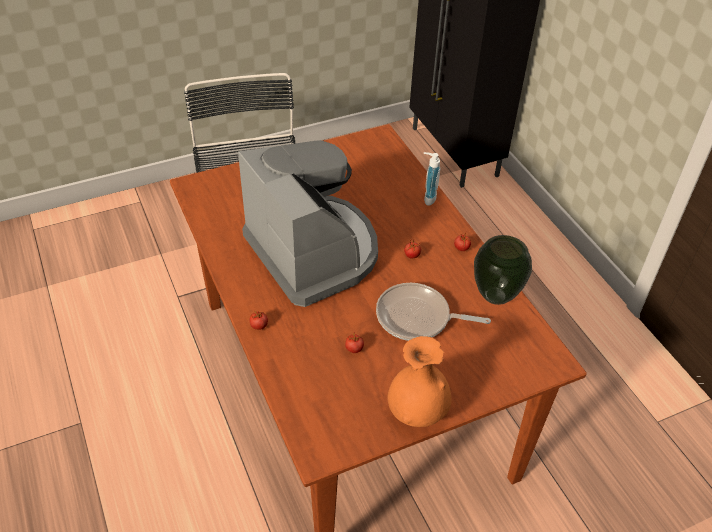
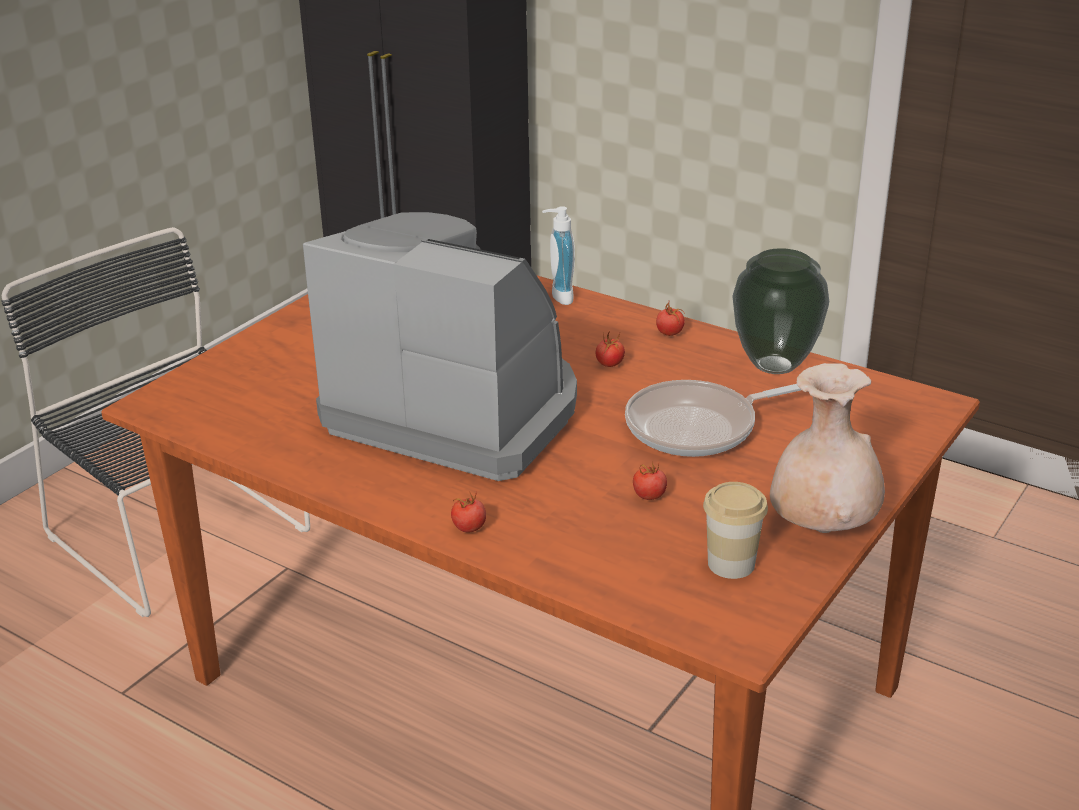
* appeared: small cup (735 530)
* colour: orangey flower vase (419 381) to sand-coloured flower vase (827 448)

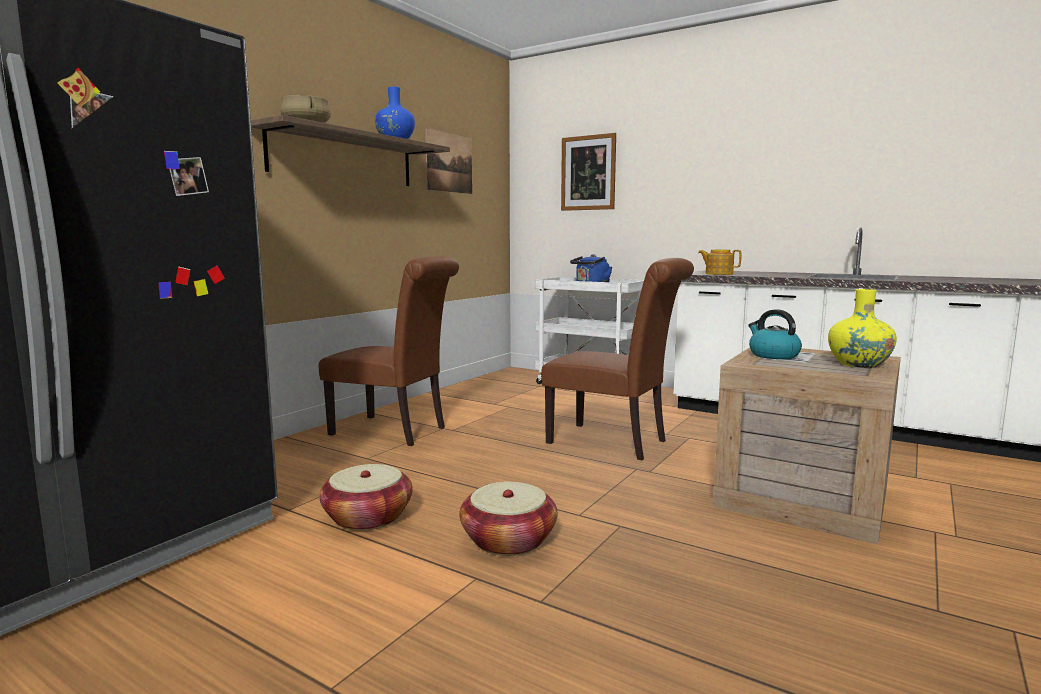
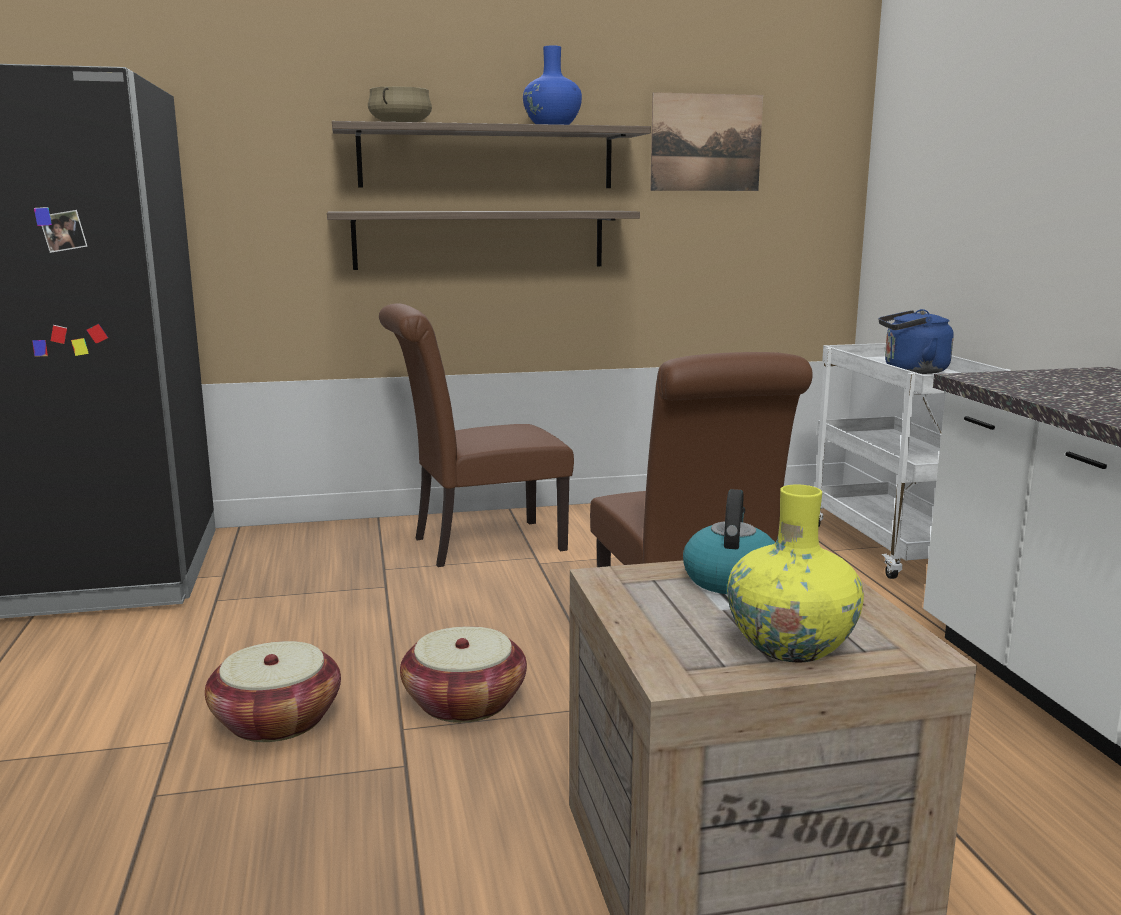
* appeared: wall shelf (483 240)
* spun: brown plain chair (389 351) = (476 435) 90 degrees clockwise
* relocated: household basket (366 497) to (463 674)
* missing: wall picture (588 172)
* missing: teapot (719 262)

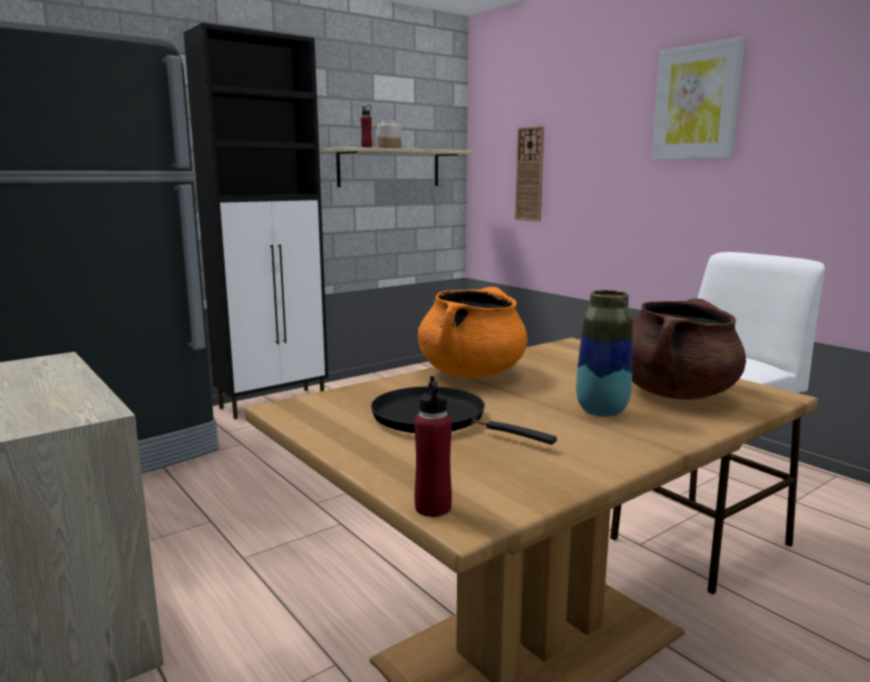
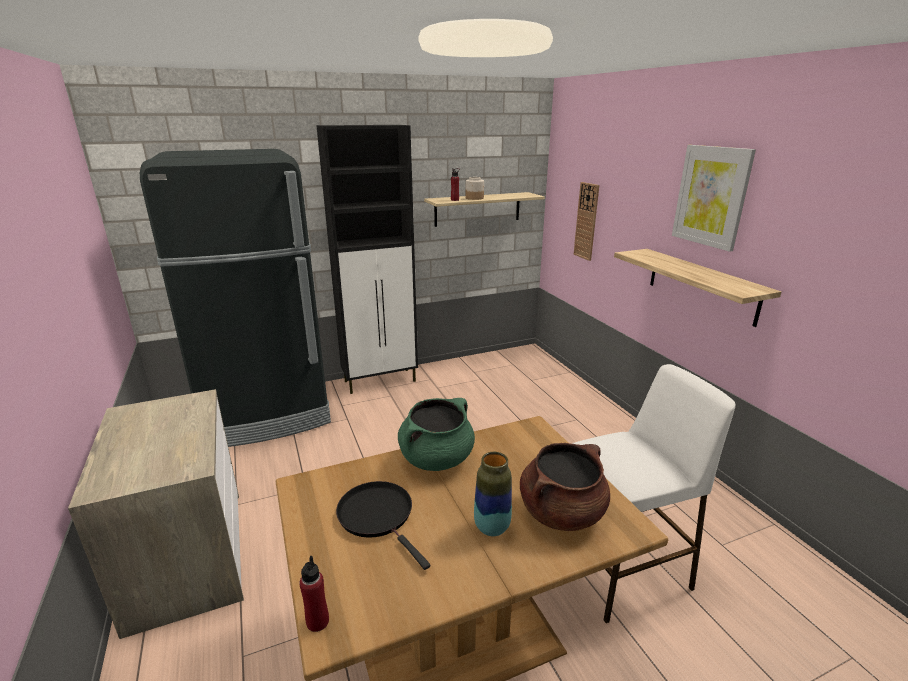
* colour: orangey saucepot (472 332) to greenish saucepot (436 434)
* appeared: wall shelf (697 288)

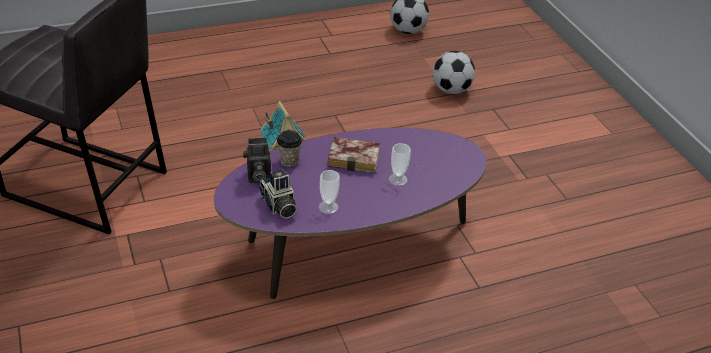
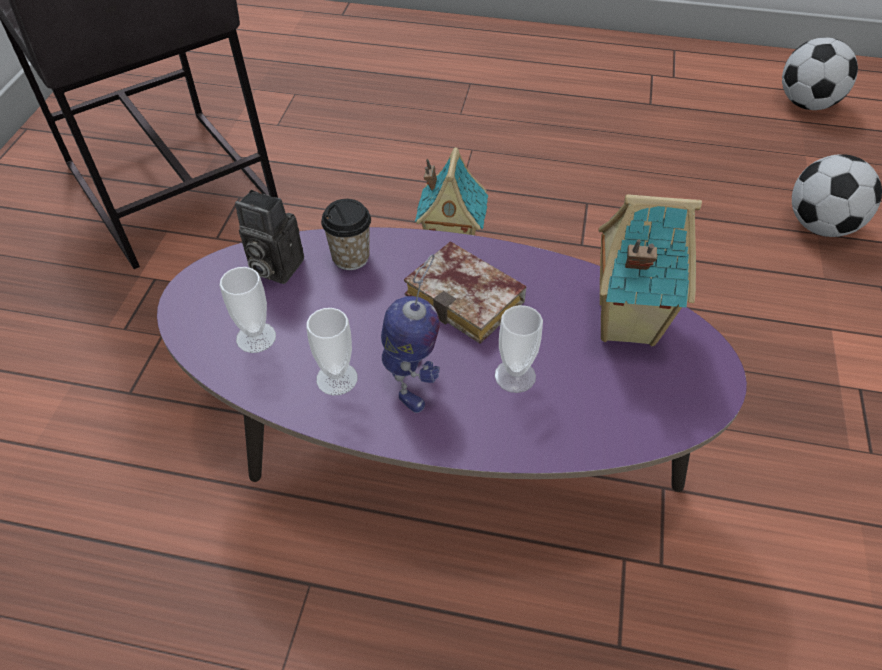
* exchanged: photo camera (278 194) to small cup (247 310)
* appeared: robot figure (410 333)
* appeared: model house (650 270)

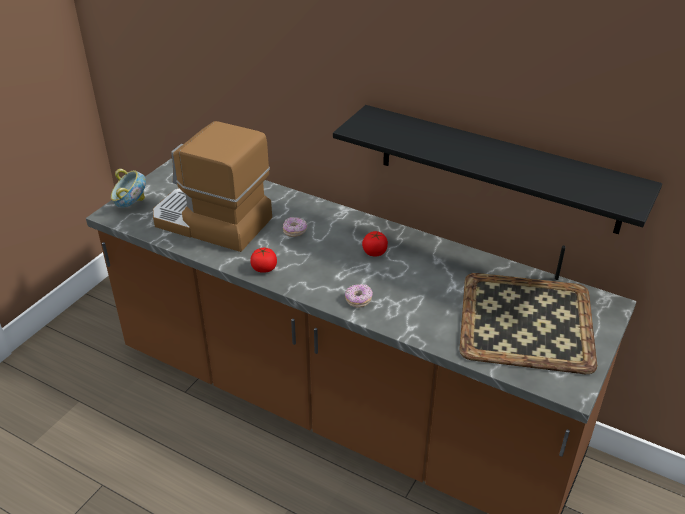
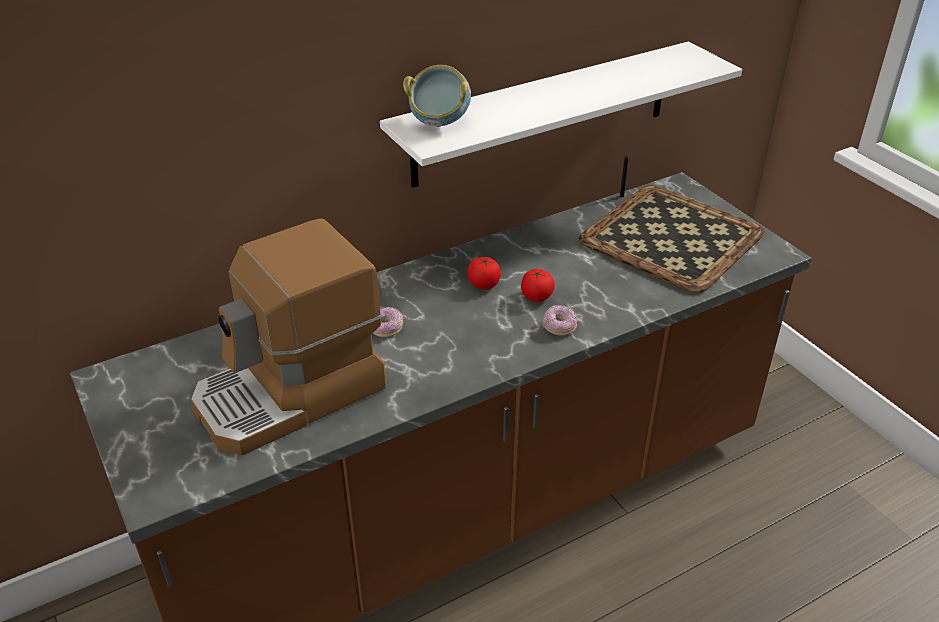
* colour: black wall shelf (497 169) to white-coloured wall shelf (561 115)
* relocated: serving bowl (128 188) to (437 96)
* relocated: fresh tomato (263 260) to (538 285)

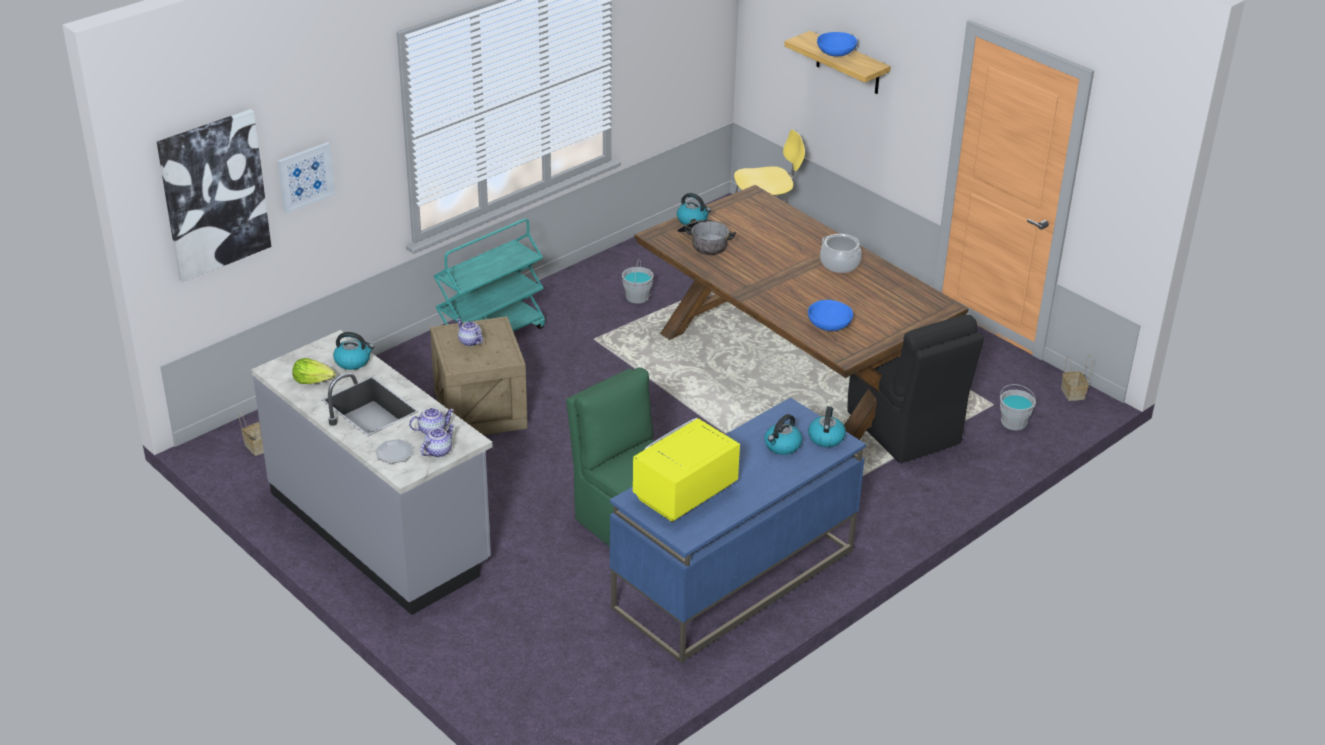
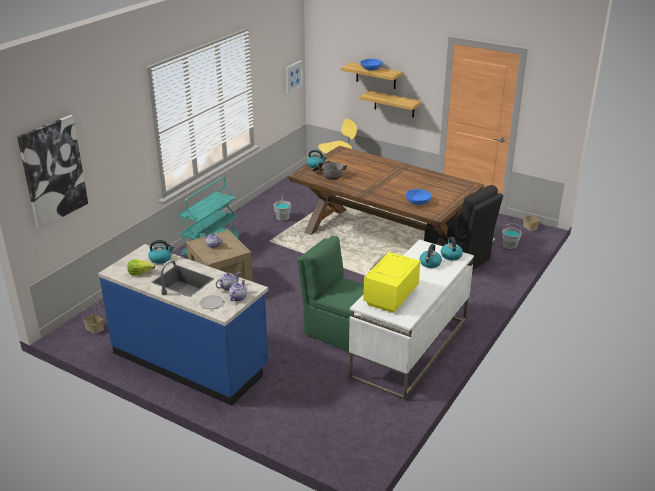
* colour: grey counter (372 472) to blue-coloured counter (183 325)
* relocated: wall picture (306 178) to (294 77)
* colour: blue-coloured desk unit (738 530) to white-coloured desk unit (411 320)
* appeared: wall shelf (390 104)
* missing: saucepot (841 253)

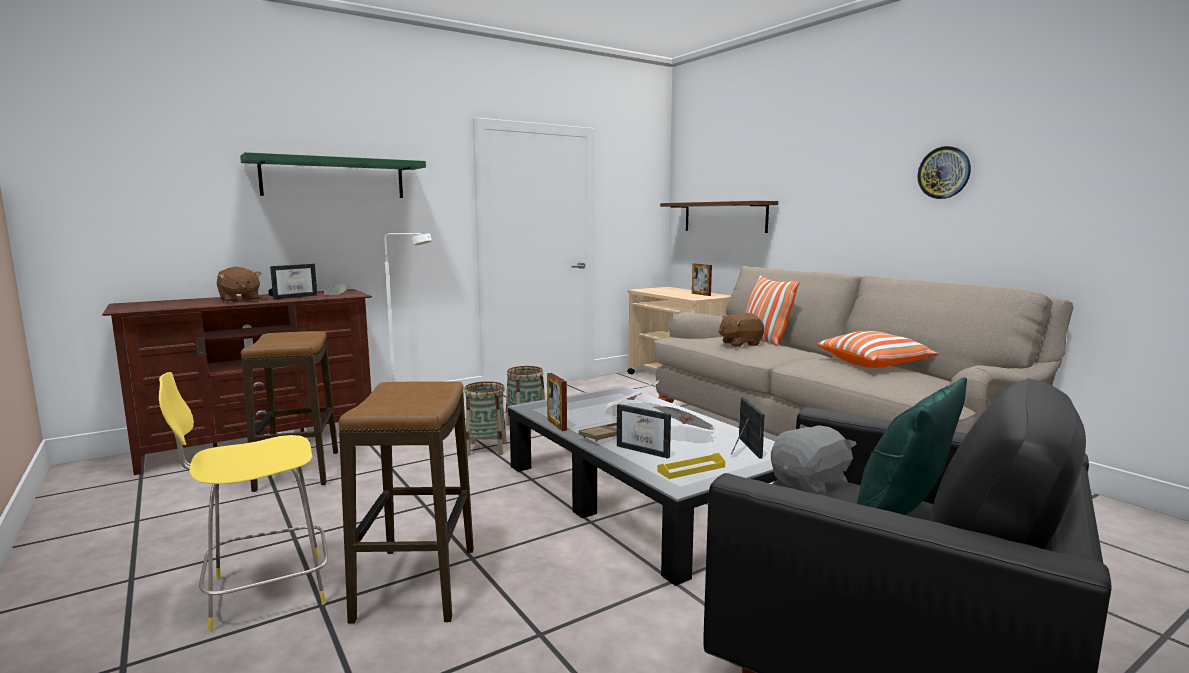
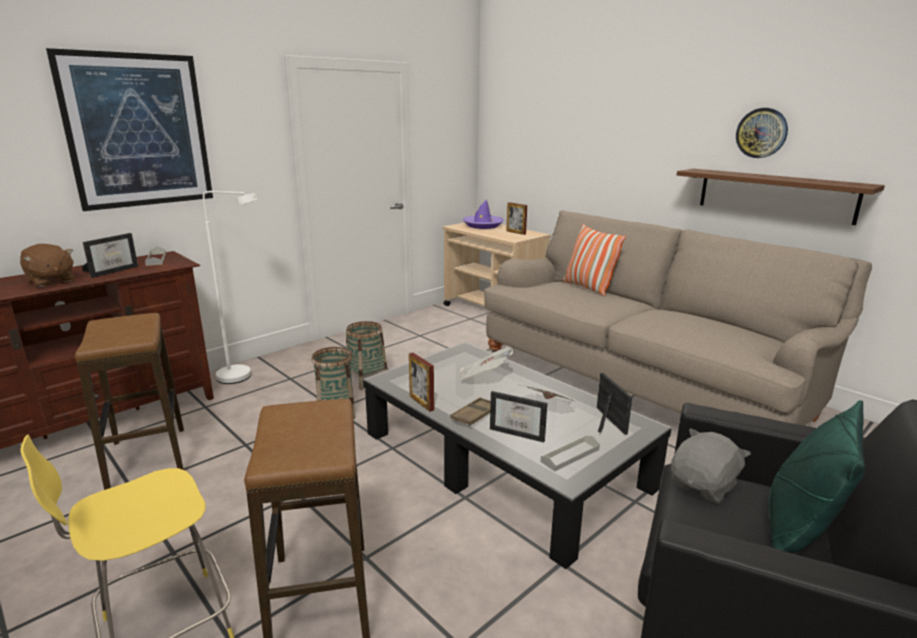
* exchanged: greenish wall shelf (333 175) to wall picture (129 129)
* appeared: purple hat (483 214)
* colour: yellow-coloured carrying tray (691 466) to grey carrying tray (570 453)
* relocated: brown wall shelf (719 217) to (781 197)
* missing: brown soft toy (741 330)
* missing: pillow (878 349)

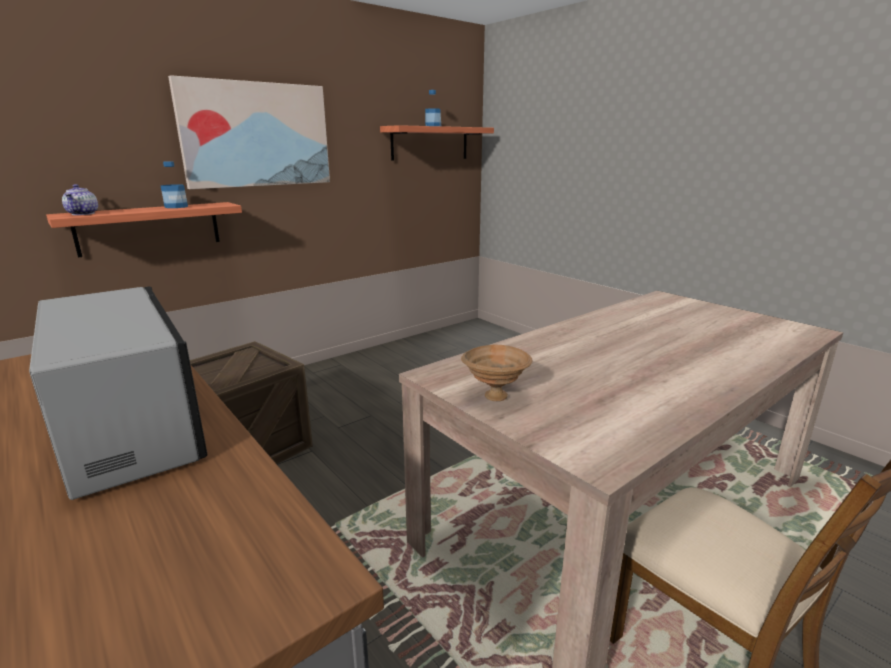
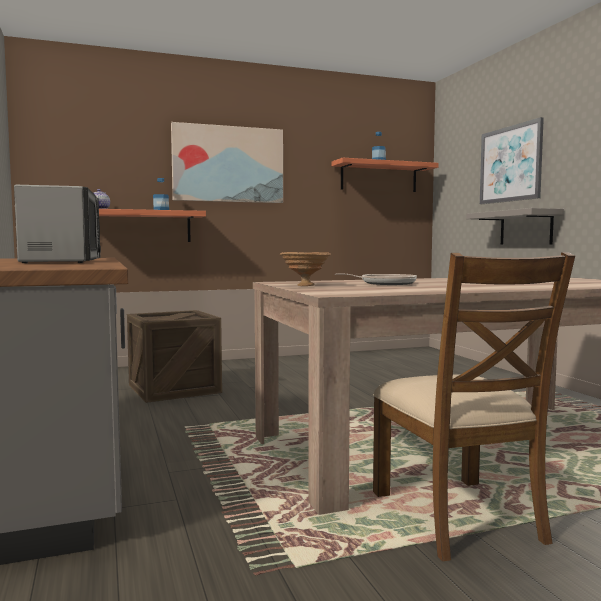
* appeared: pan (376 279)
* appeared: grey wall shelf (515 226)
* appeared: wall picture (512 160)

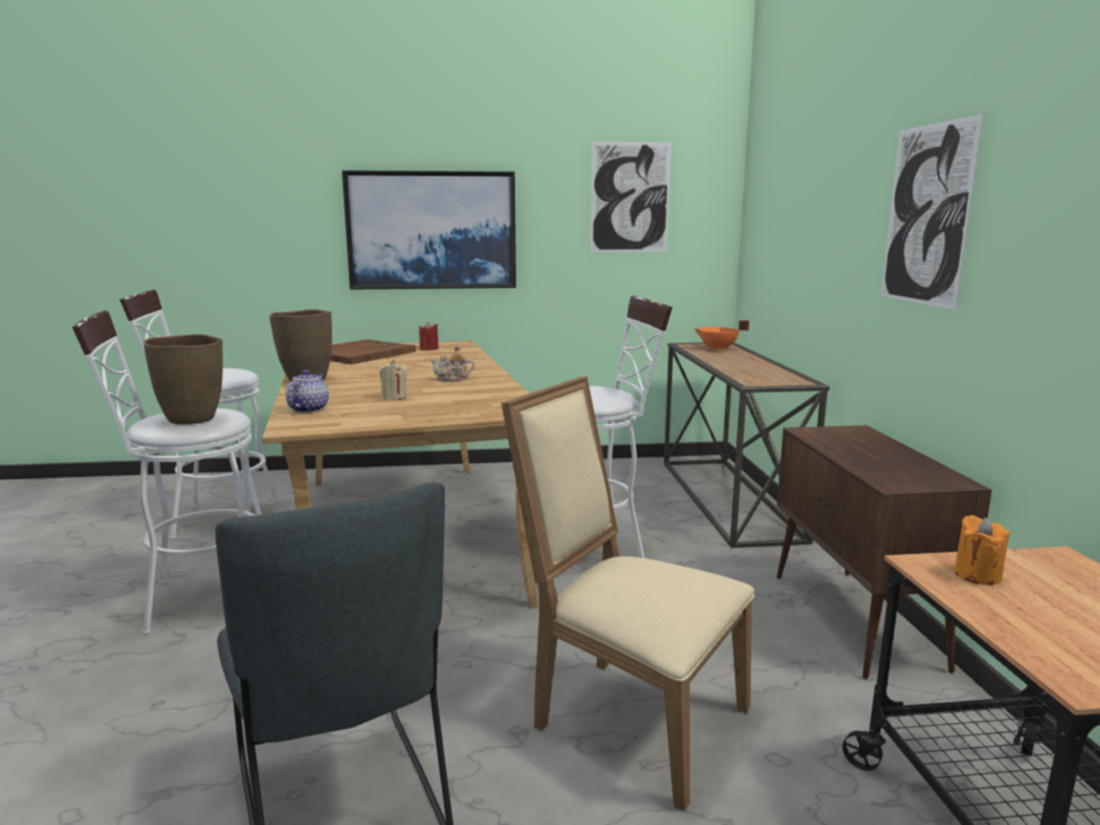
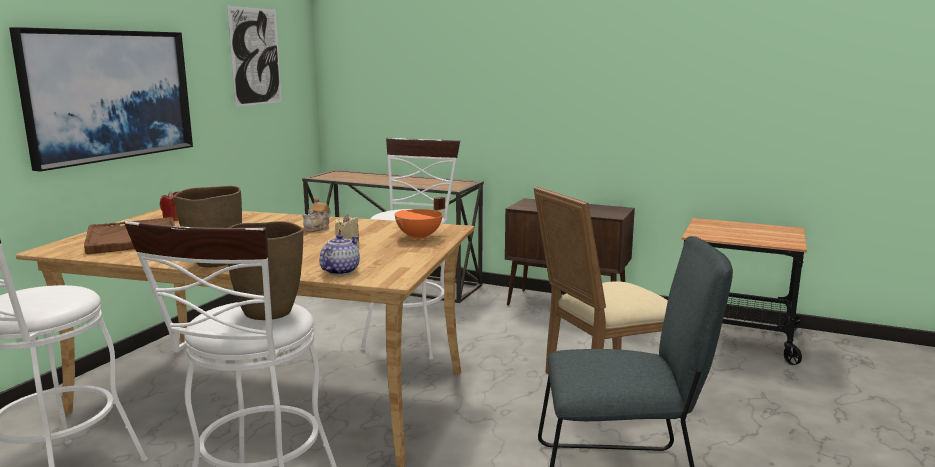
* spun: teapot (307 391) = (339 254) 75 degrees clockwise
* relocated: orangey saucepot (721 335) to (420 218)
* missing: wall picture (932 212)
* missing: orangey wax light (982 550)

